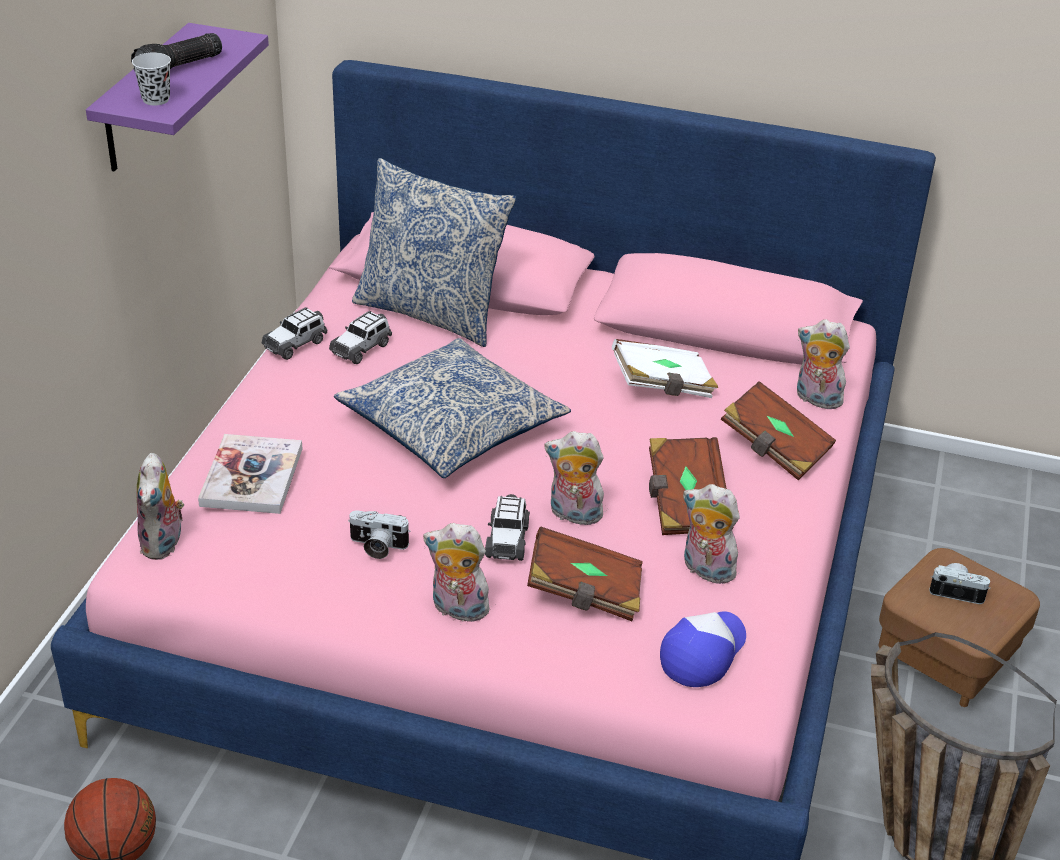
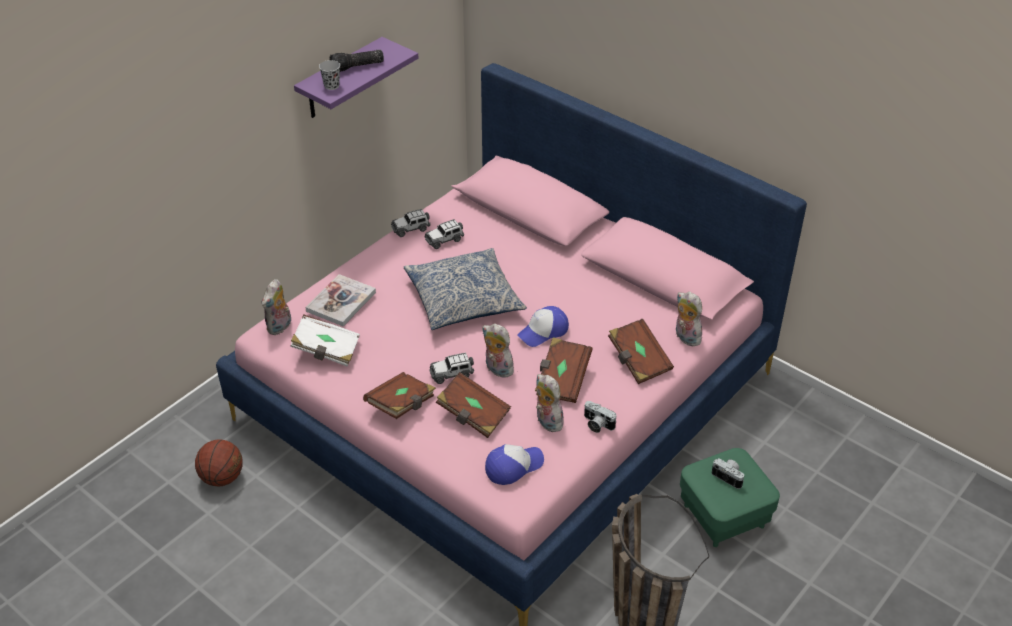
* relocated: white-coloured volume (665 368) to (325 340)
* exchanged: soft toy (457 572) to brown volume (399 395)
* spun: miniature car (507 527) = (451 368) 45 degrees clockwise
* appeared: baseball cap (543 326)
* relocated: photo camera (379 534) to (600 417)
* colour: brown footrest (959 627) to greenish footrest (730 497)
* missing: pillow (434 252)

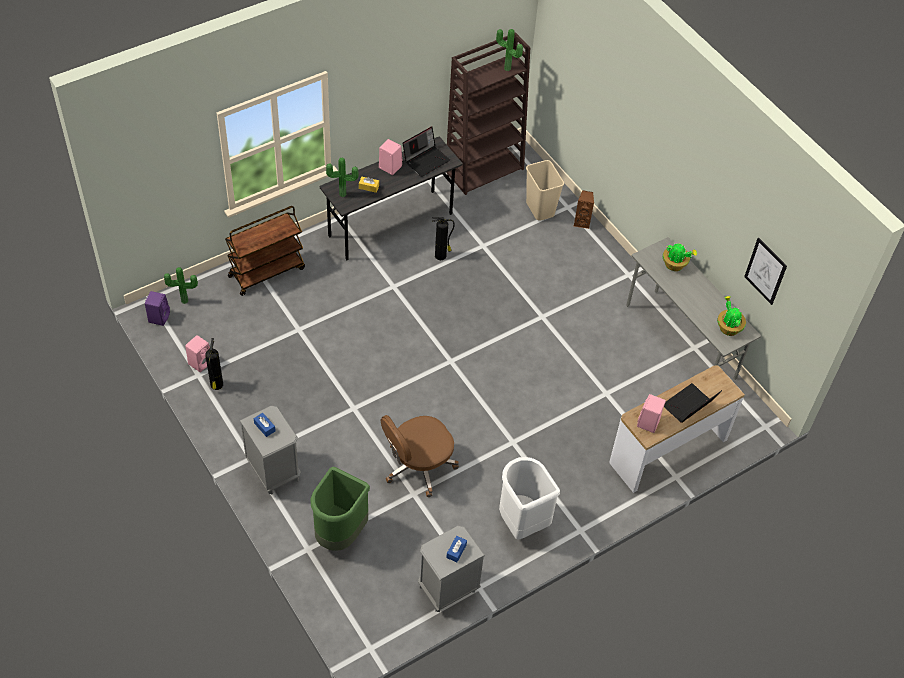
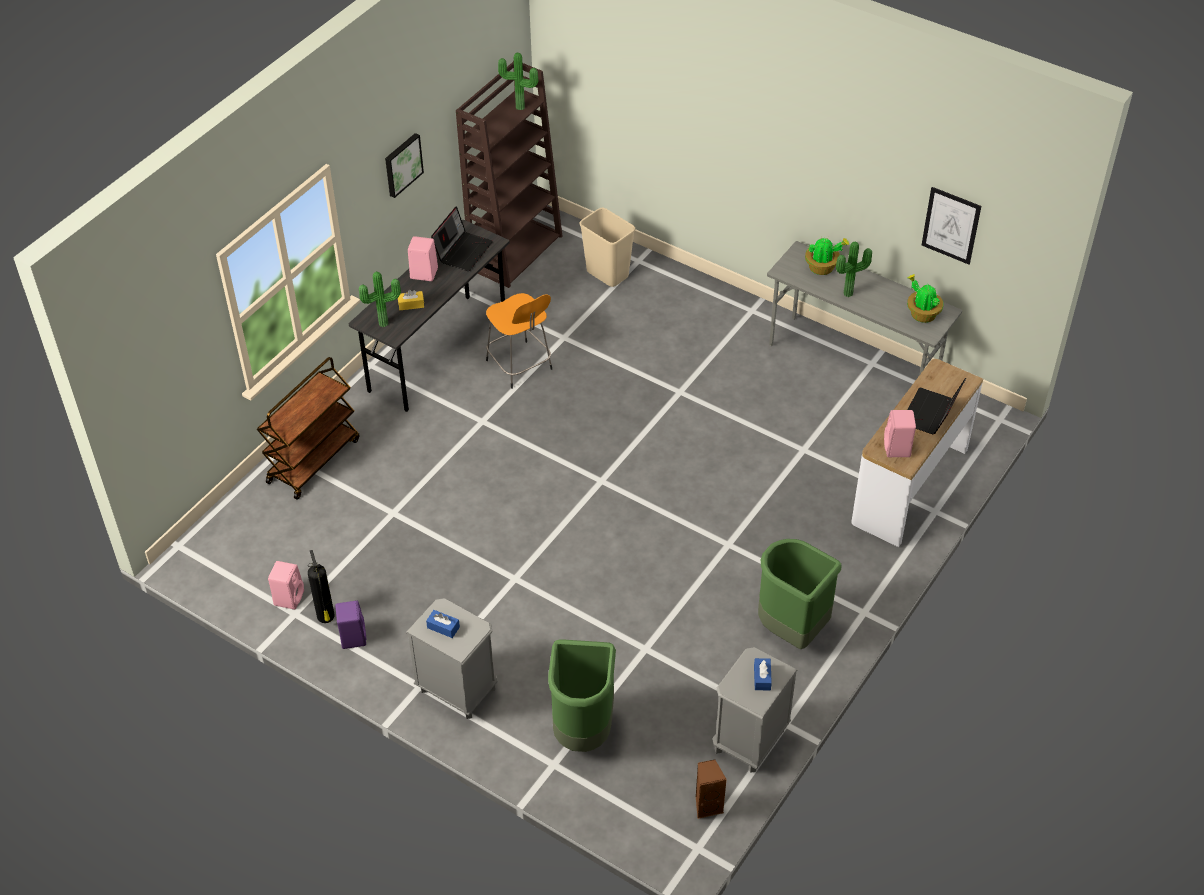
* relocated: purple audio speaker (157 308) to (350 625)
* appeared: wall picture (404 165)
* exchanged: extinguisher (443 238) to orangey stool (519 341)
* relocated: brown audio speaker (584 209) to (711 789)
* colour: white-coloured waste bin (529 498) to greenish waste bin (799 594)
* relocated: houseplant (181 285) to (854 269)
* missing: brown office chair (420 456)

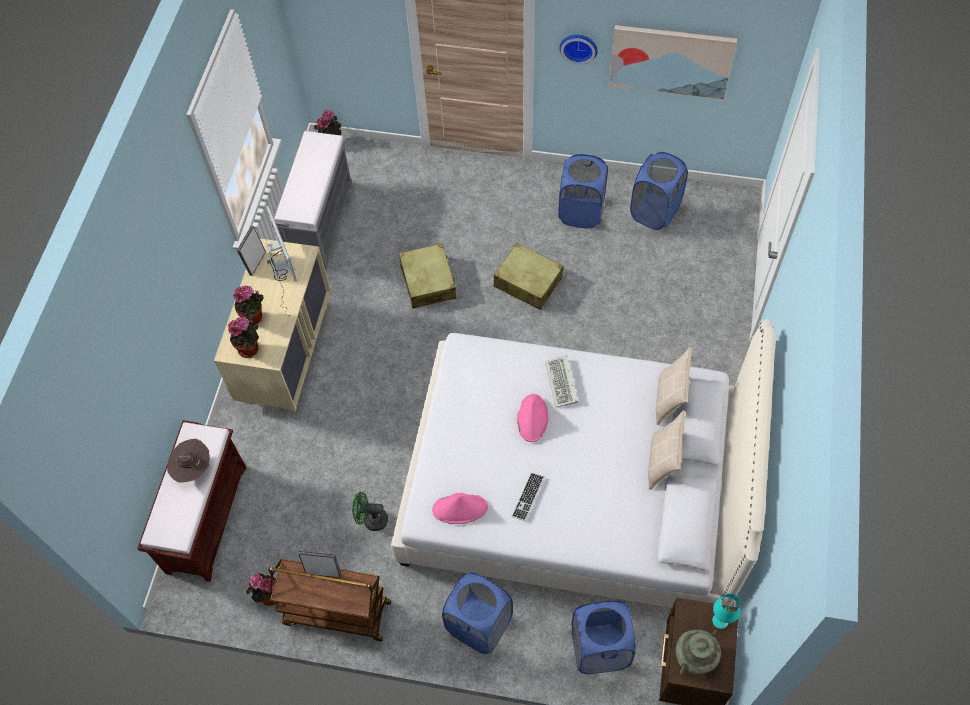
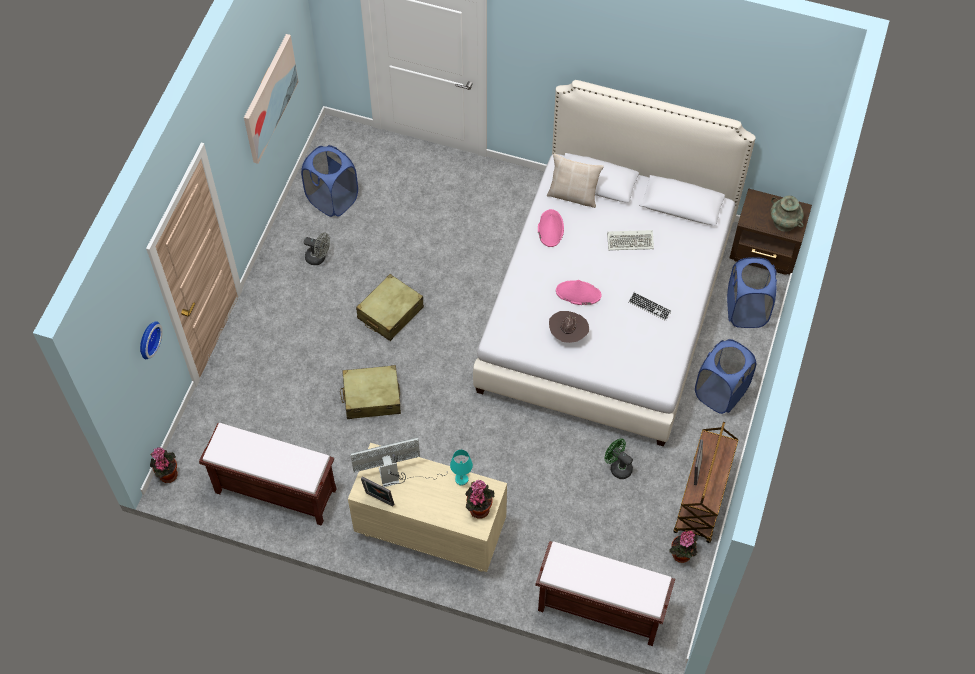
* relocated: hanging clock (578 50) to (151 340)
* colour: grey bench (312 200) to brown bench (268 474)
* exchanged: blue-coloured washing basket (583 191) to grey fan (317 248)
* relocated: turquoise tabletop lamp (726 611) to (461 468)
* relocated: pink hat (460 508) to (551 228)
* relocated: brown hat (188 461) to (569 327)
* spun: greenish fan (370 511) = (619 458) 120 degrees clockwise
* relocated: computer keyboard (561 381) to (630 240)
* missing: houseplant (249 304)
* missing: sand-coloured pillow (667 450)

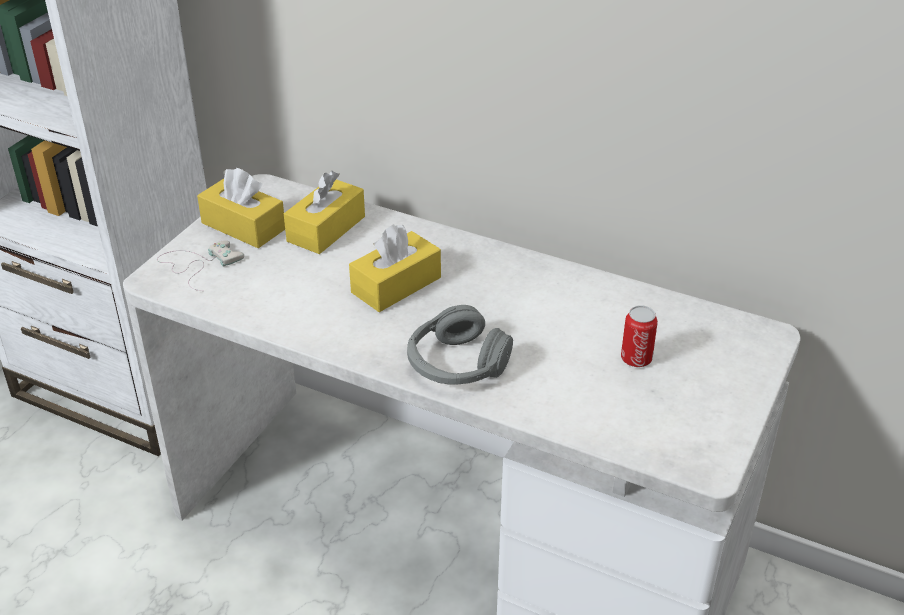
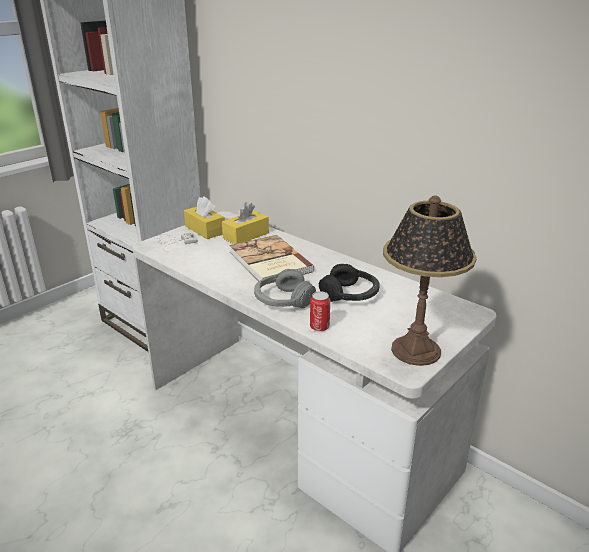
* exchanged: yellow-coloured tissue box (395 268) to volume (272 259)
* relocated: sealed can (639 336) to (320 311)
* appeared: black pair of headphones (349 283)
* appeared: tabletop lamp (430 280)

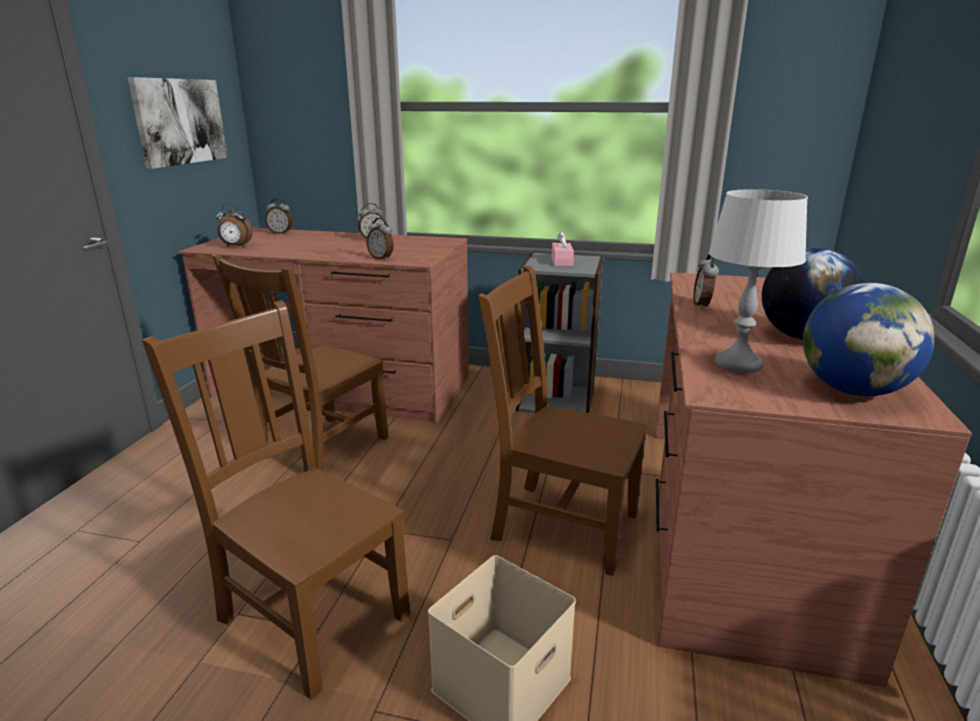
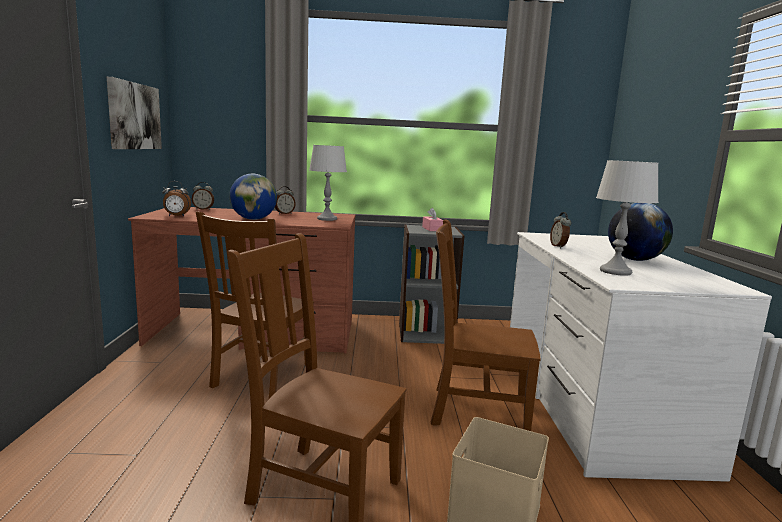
* relocated: desk globe (869 339) to (253 197)
* appeared: grey tabletop lamp (328 183)
* colour: brown desk unit (813 479) to white-coloured desk unit (641 357)
* missing: bedside clock (380 239)

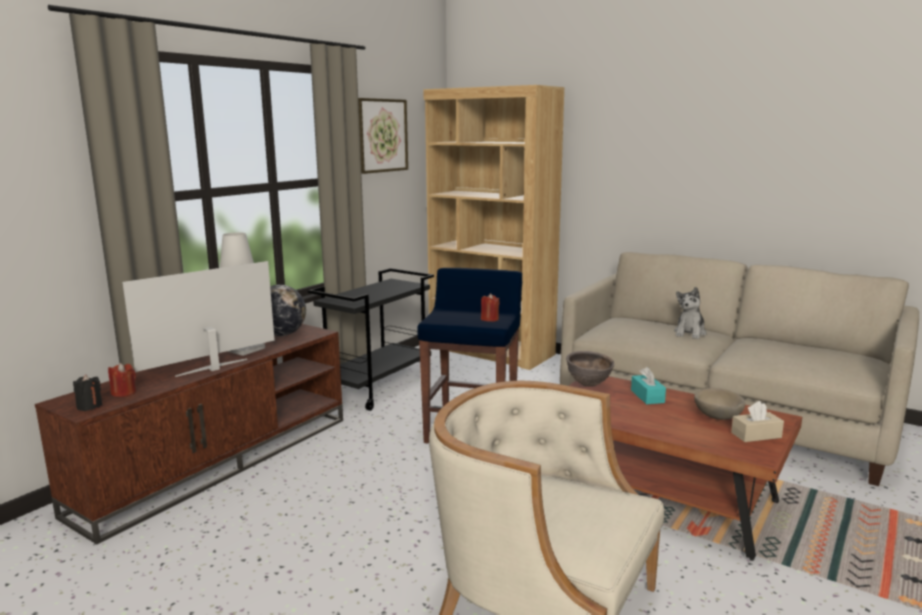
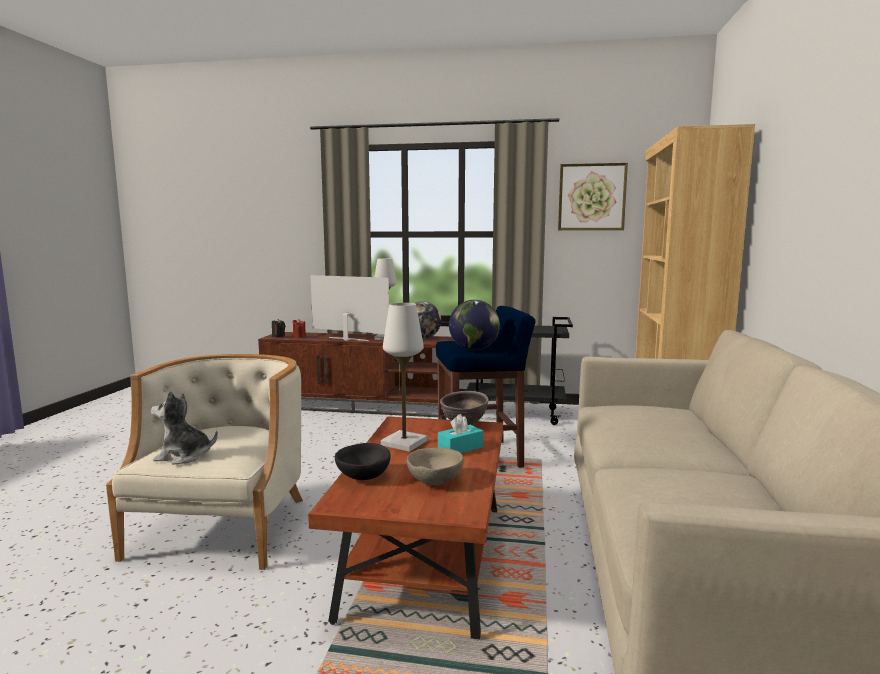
* relocated: soft toy (690 313) to (184 428)
* appeared: black serving bowl (363 461)
* appeared: white-coloured tabletop lamp (404 377)
* exchanged: reddish wax light (490 307) to desk globe (474 325)
* missing: sand-coloured tissue box (757 421)

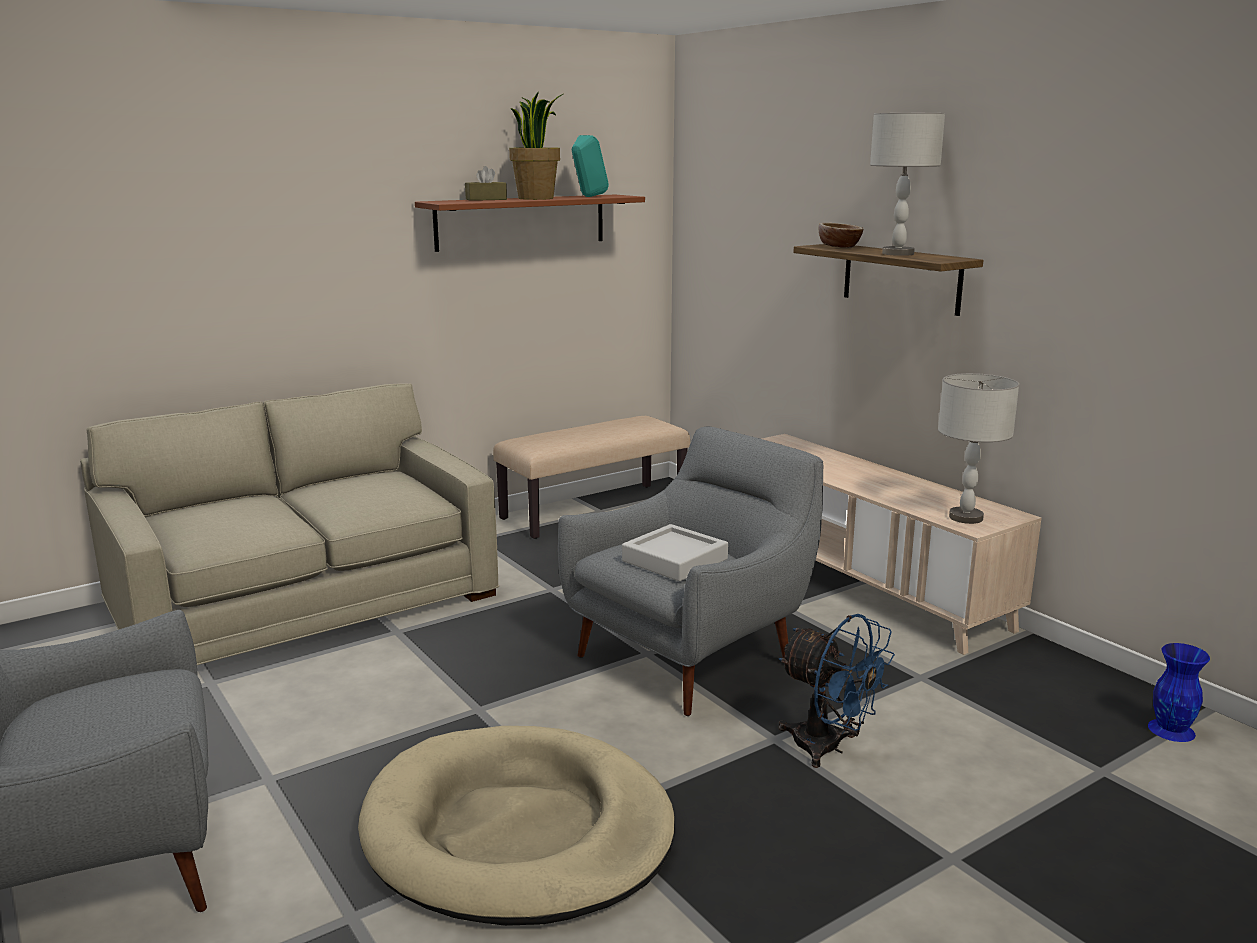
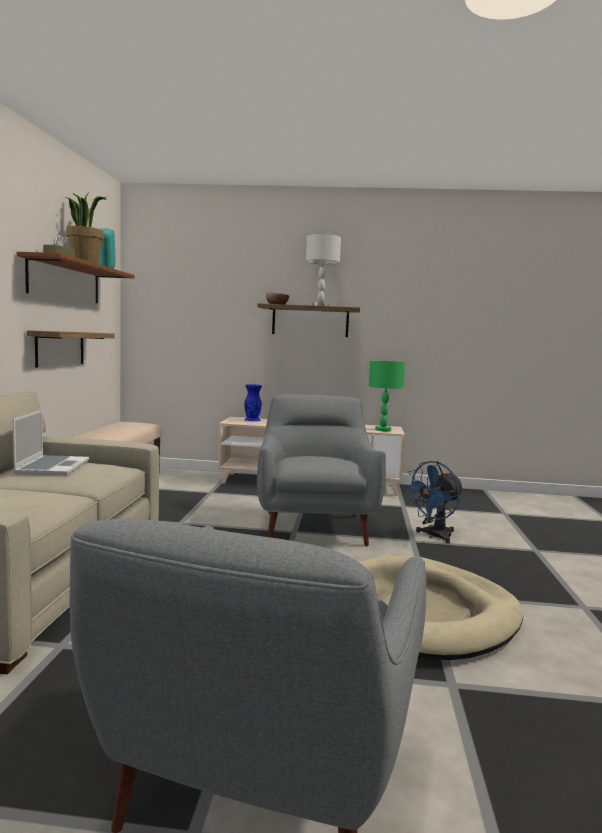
* appeared: notebook computer (51 443)
* appeared: wall shelf (71 349)
* relocated: blue-coloured flower vase (1179 692) to (253 402)
* colour: grey tabletop lamp (978 448) to greenish tabletop lamp (387 396)
* spun: blue-coloured fan (837 691) = (434 502) 150 degrees clockwise
* missing: grey carrying tray (675 552)

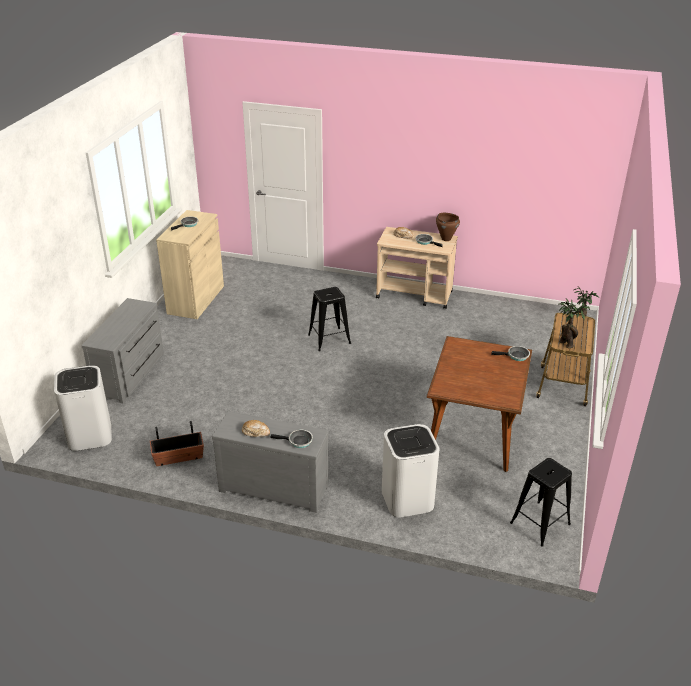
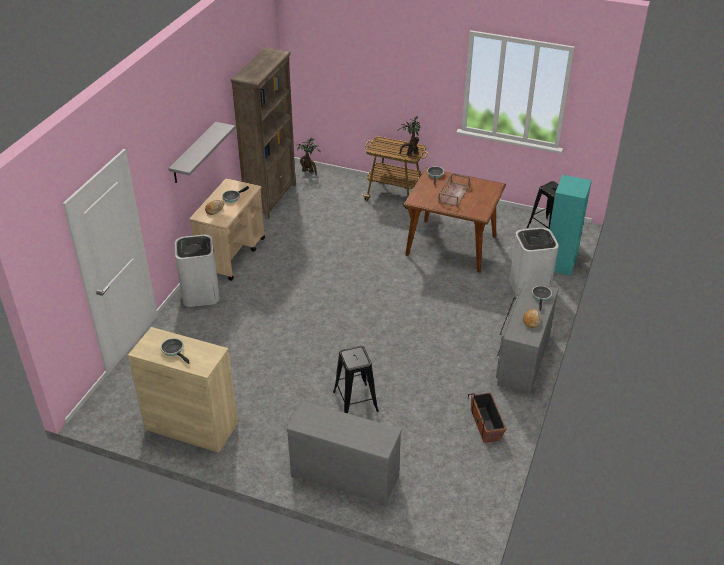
* appeared: grey wall shelf (201 152)
* relocated: white-coloured waste bin (83 408) to (197 271)
* appeared: brown bookshelf (263 133)
* relocated: black stool (329 319) to (356 379)
* appeared: brown carrying tray (454 190)
* appeared: turquoise bookshelf (570 225)
* missing: brown saucepot (448 227)

